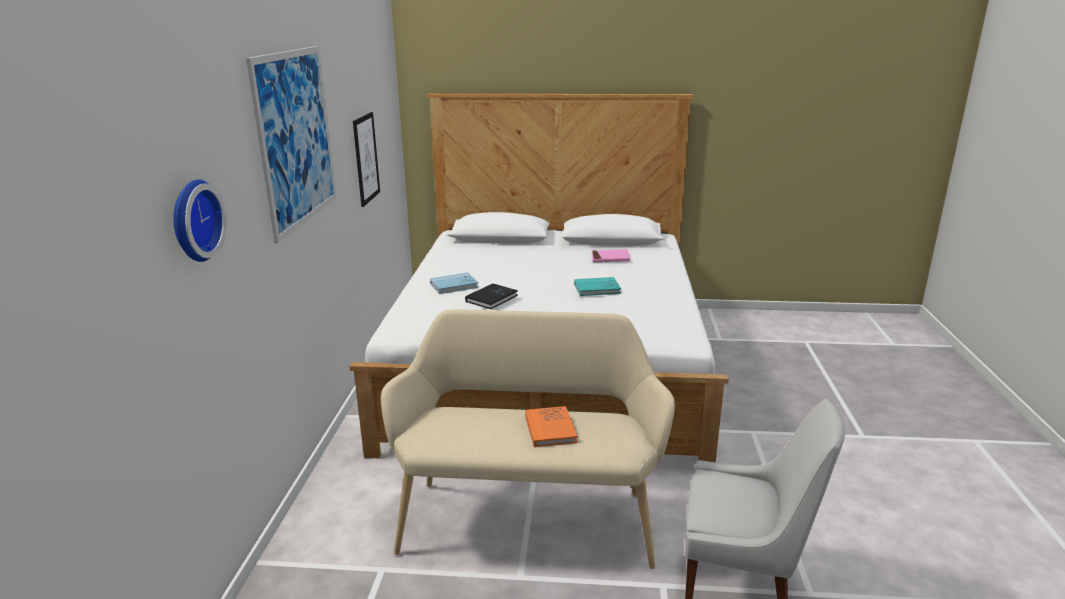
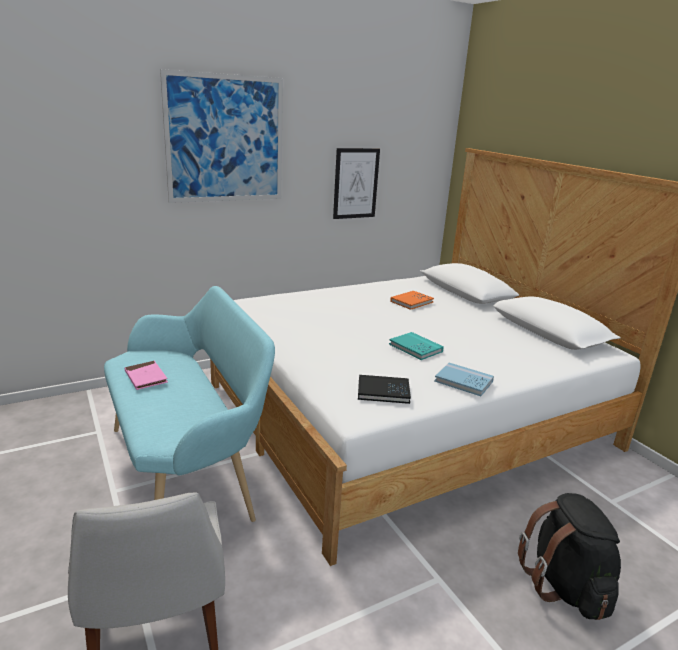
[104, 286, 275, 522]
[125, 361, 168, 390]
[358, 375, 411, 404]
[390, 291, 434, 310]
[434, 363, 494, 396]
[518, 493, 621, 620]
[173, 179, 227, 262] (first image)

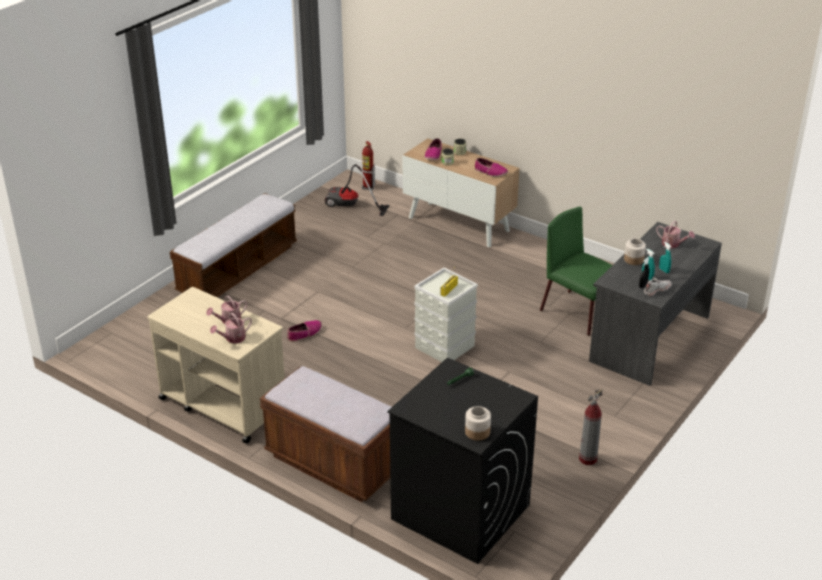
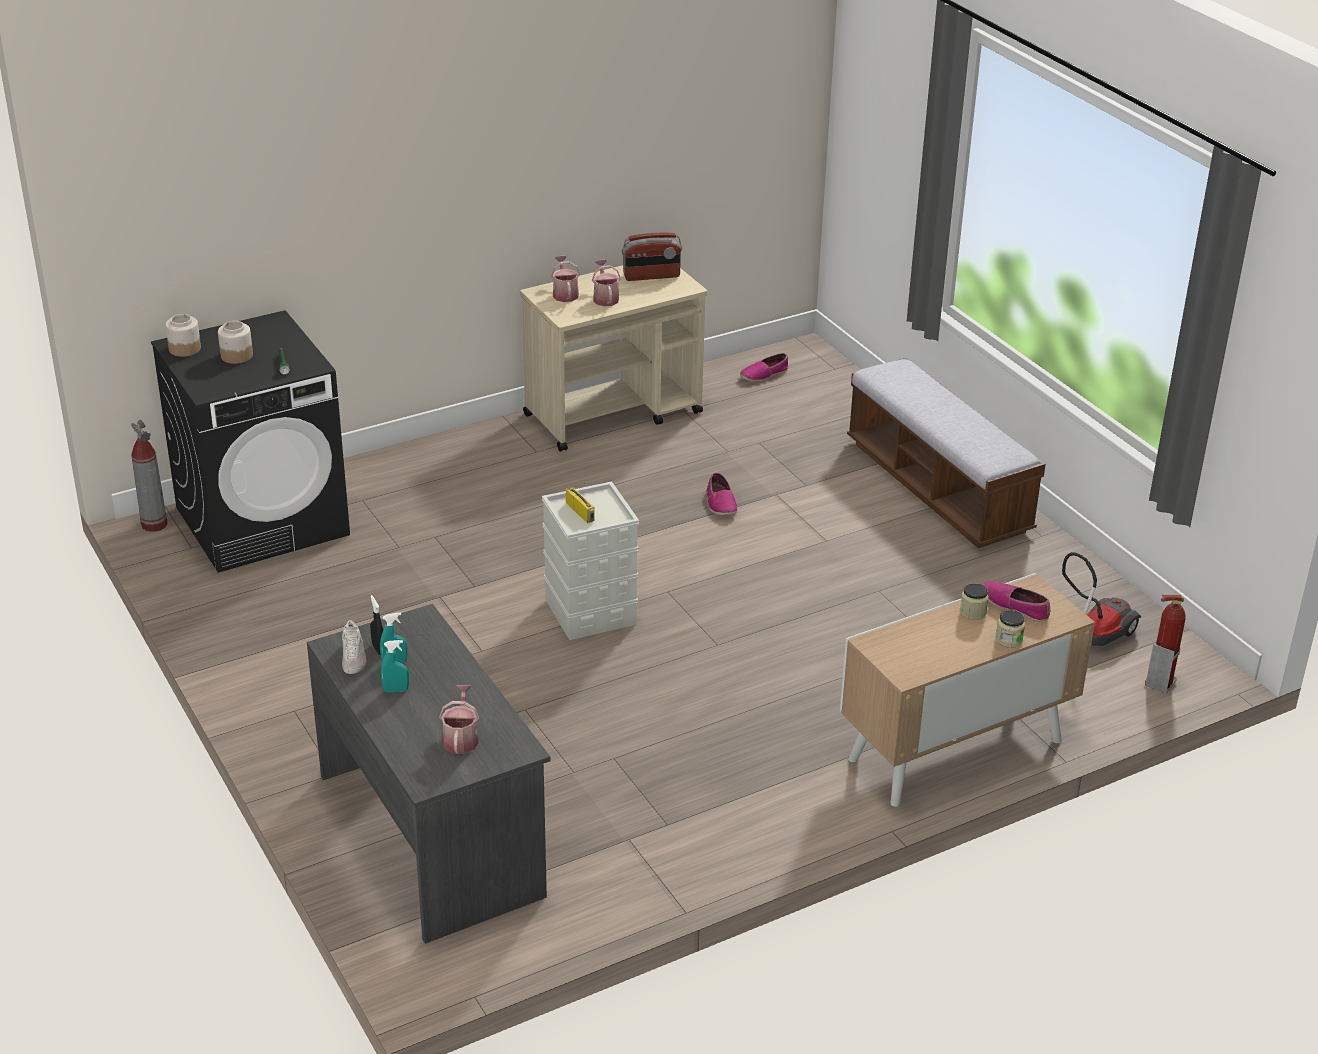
[131, 420, 168, 532]
[218, 321, 253, 364]
[439, 685, 479, 754]
[622, 233, 682, 281]
[740, 353, 788, 382]
[260, 366, 391, 502] (first image)
[540, 206, 612, 336] (first image)

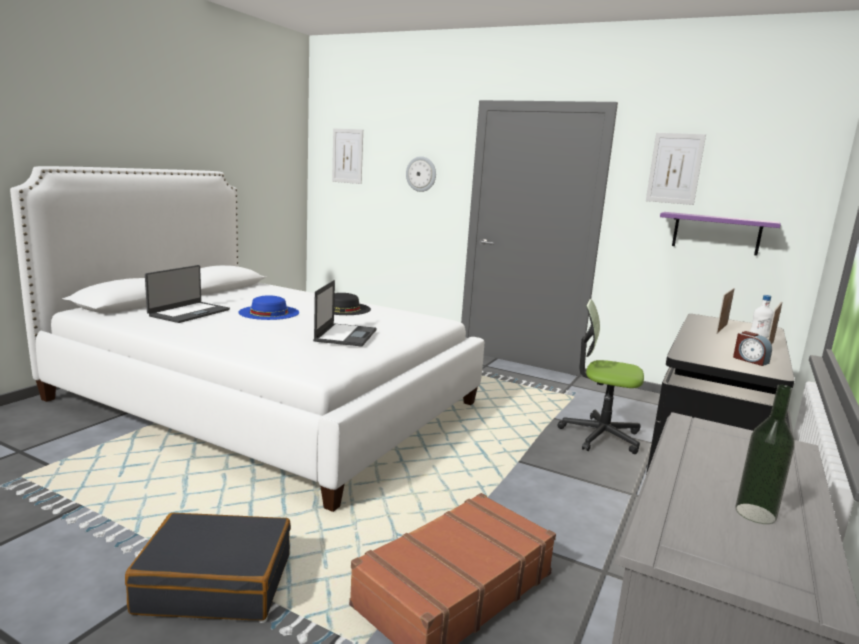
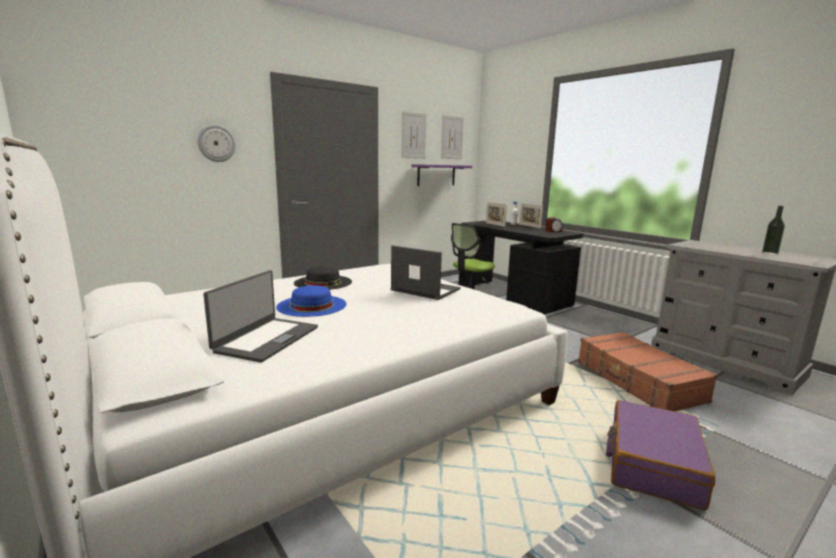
[203, 270, 318, 363]
[441, 115, 464, 159]
[606, 400, 715, 510]

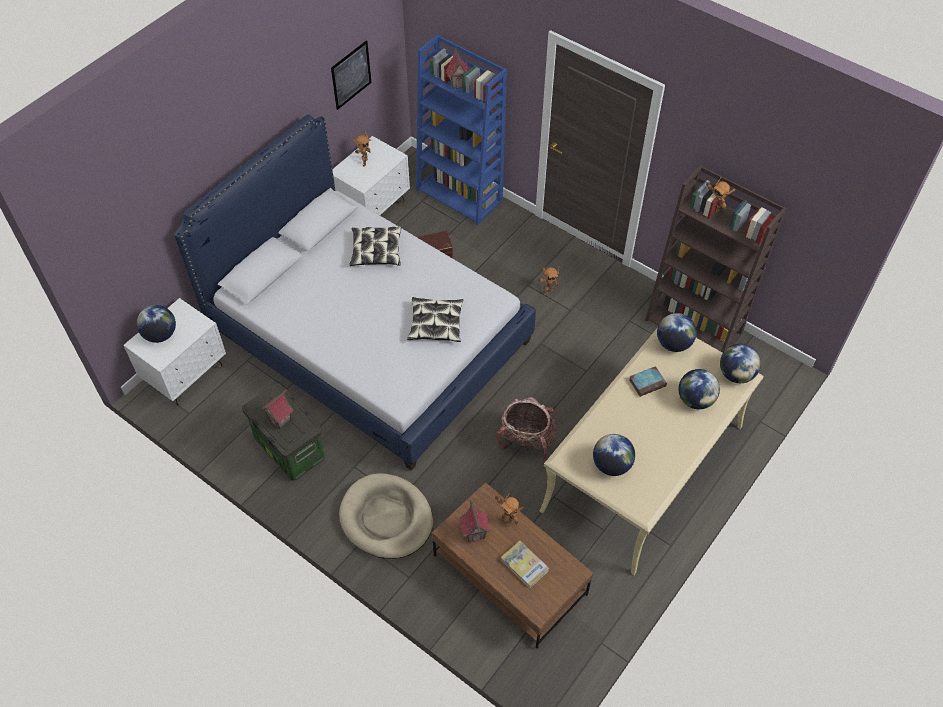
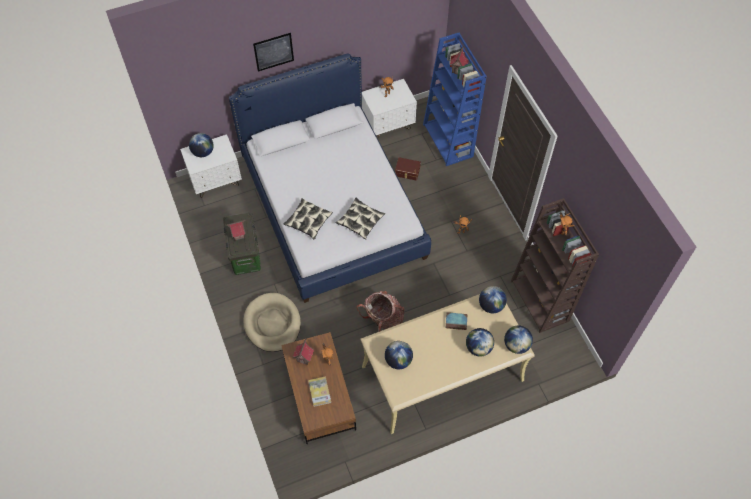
[253, 33, 294, 72]
[283, 198, 333, 239]

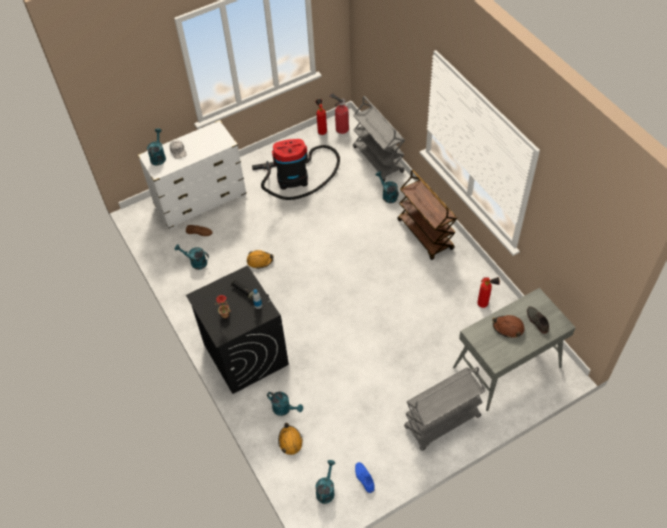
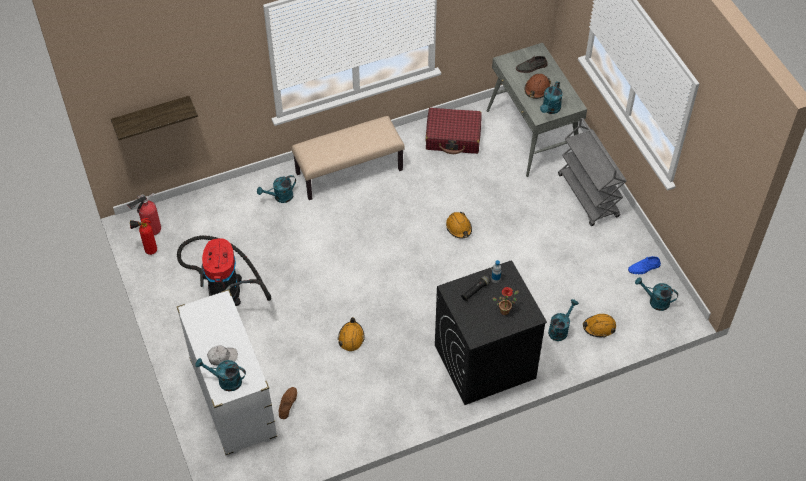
[111, 96, 198, 140]
[292, 116, 405, 200]
[426, 108, 482, 154]
[446, 212, 472, 239]
[540, 81, 563, 114]
[353, 96, 405, 181] (first image)

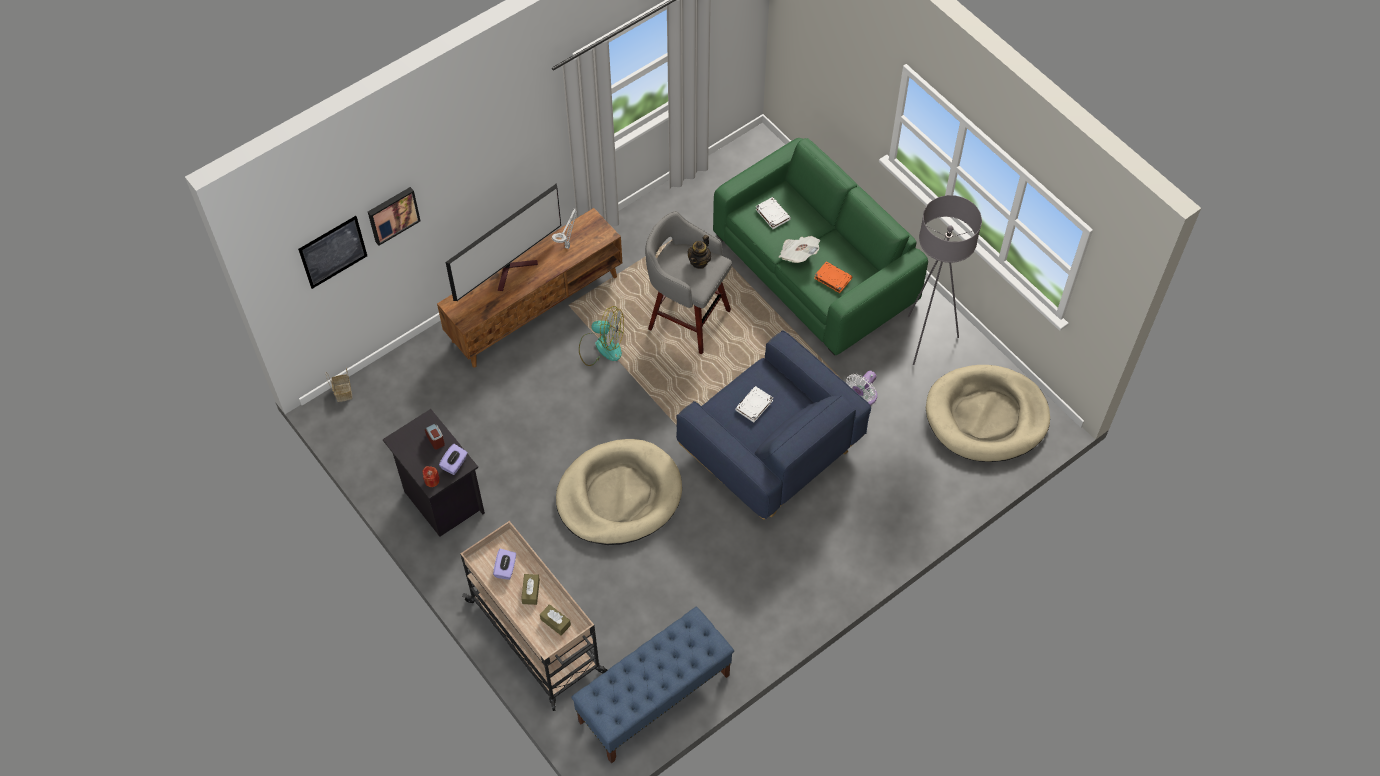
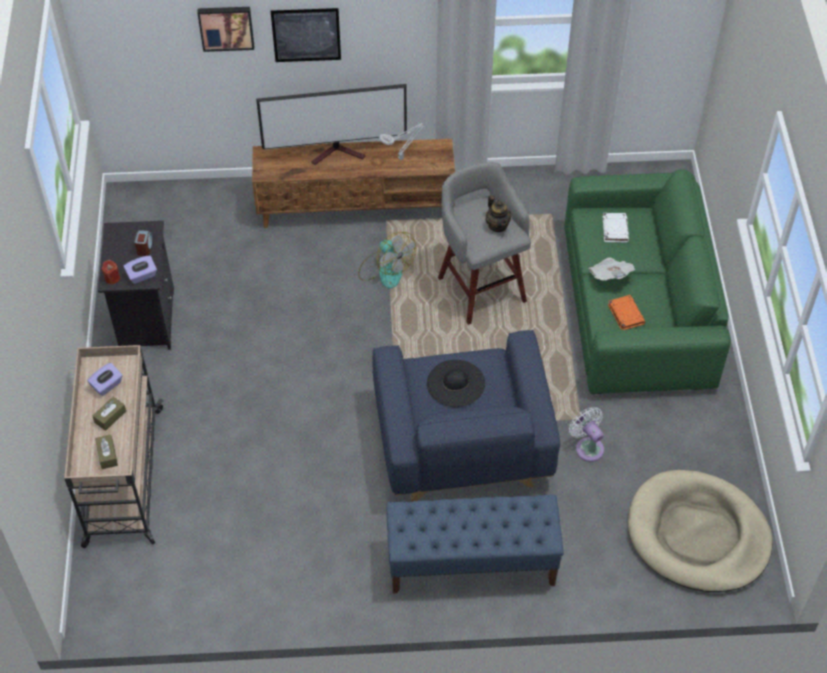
[271, 8, 341, 62]
[386, 495, 564, 593]
[427, 360, 485, 408]
[486, 195, 511, 232]
[569, 407, 604, 462]
[326, 368, 352, 402] (first image)
[556, 439, 682, 545] (first image)
[908, 195, 982, 365] (first image)

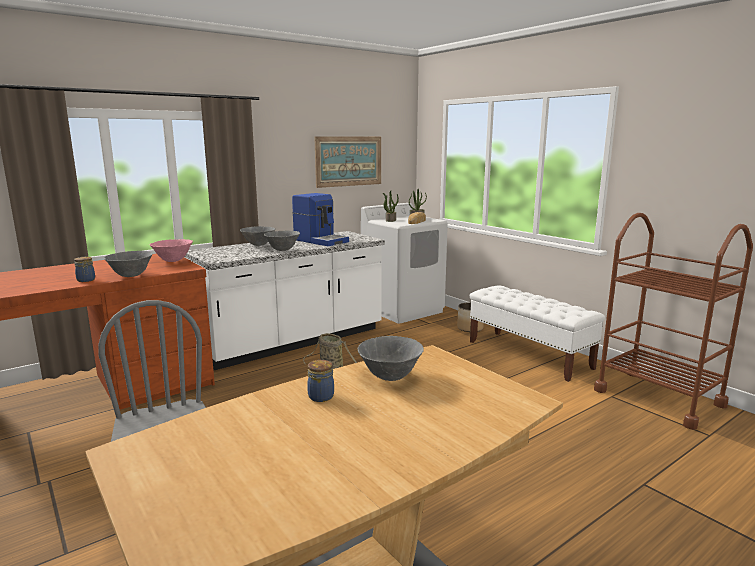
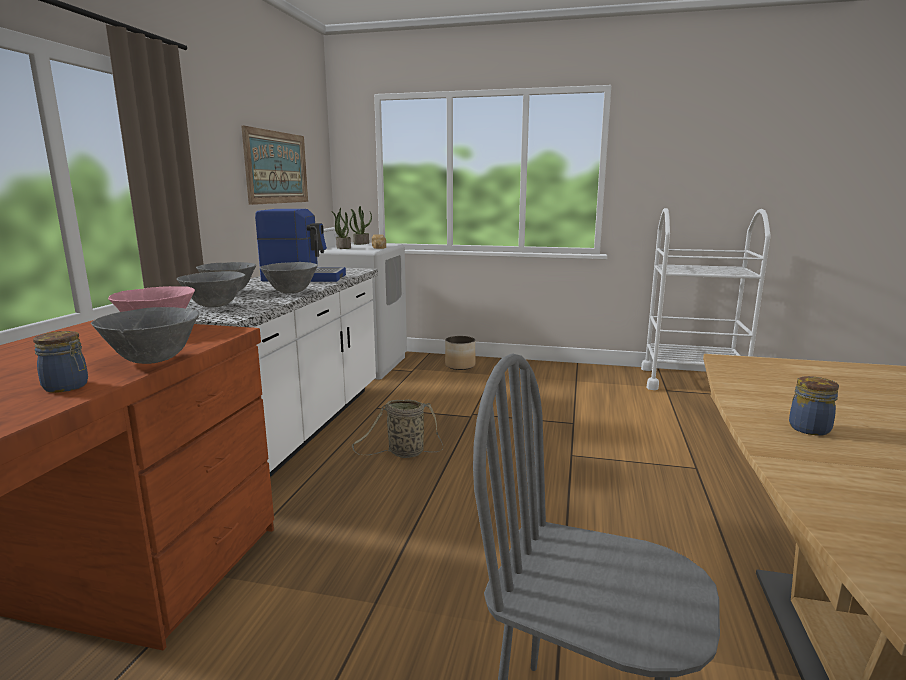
[177, 271, 246, 308]
[641, 208, 771, 390]
[470, 285, 605, 382] (first image)

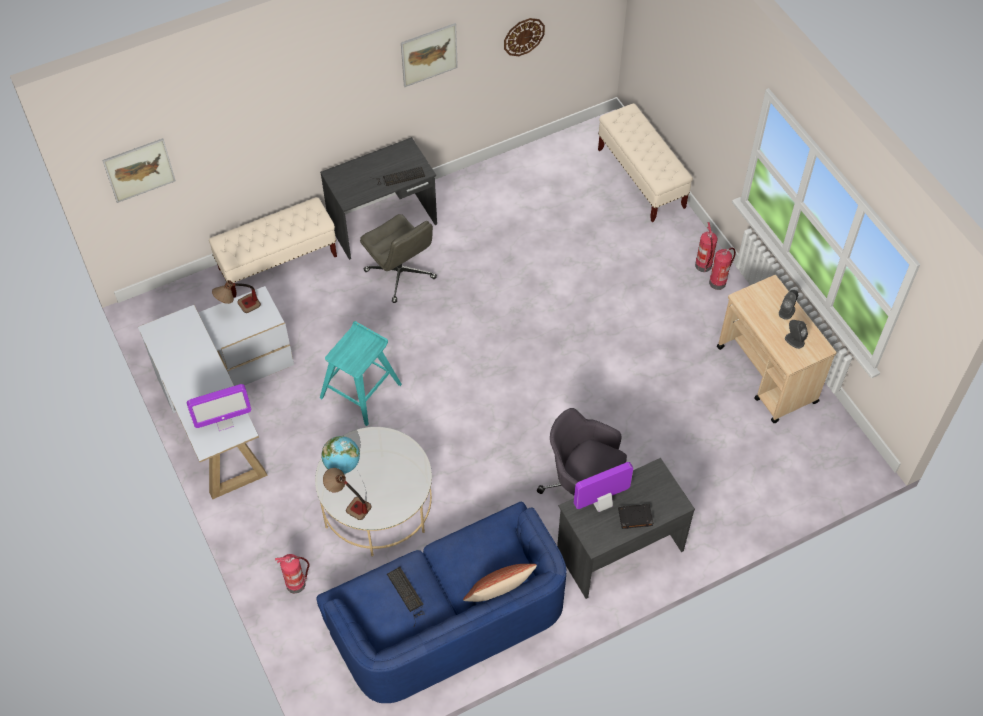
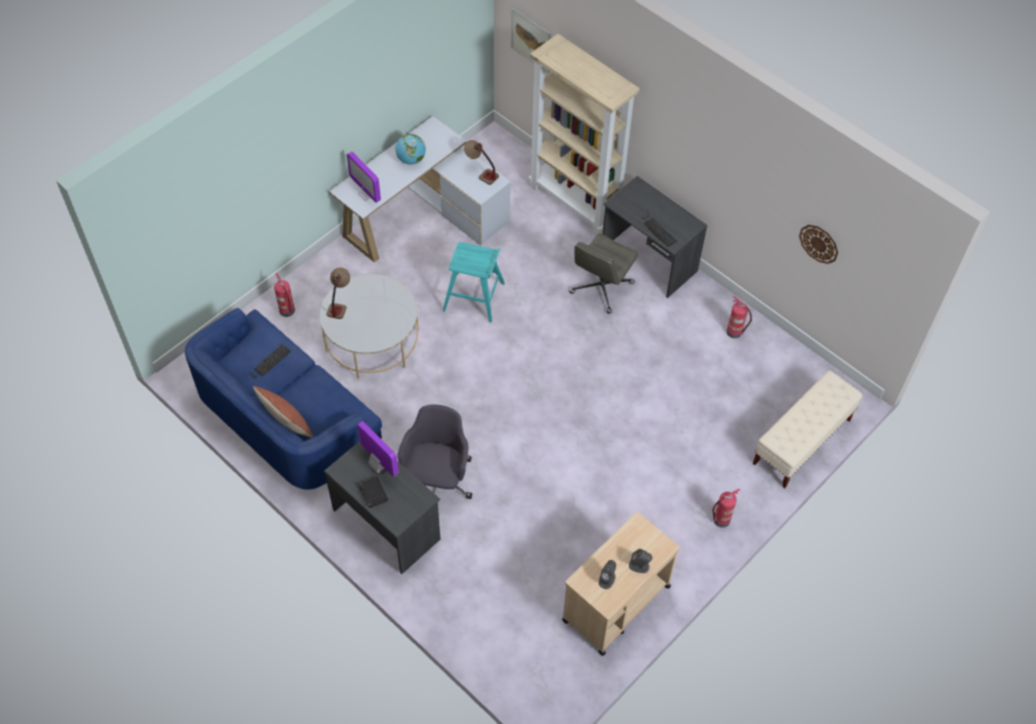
[395, 134, 426, 165]
[529, 34, 640, 235]
[726, 296, 752, 339]
[401, 23, 458, 87] (first image)

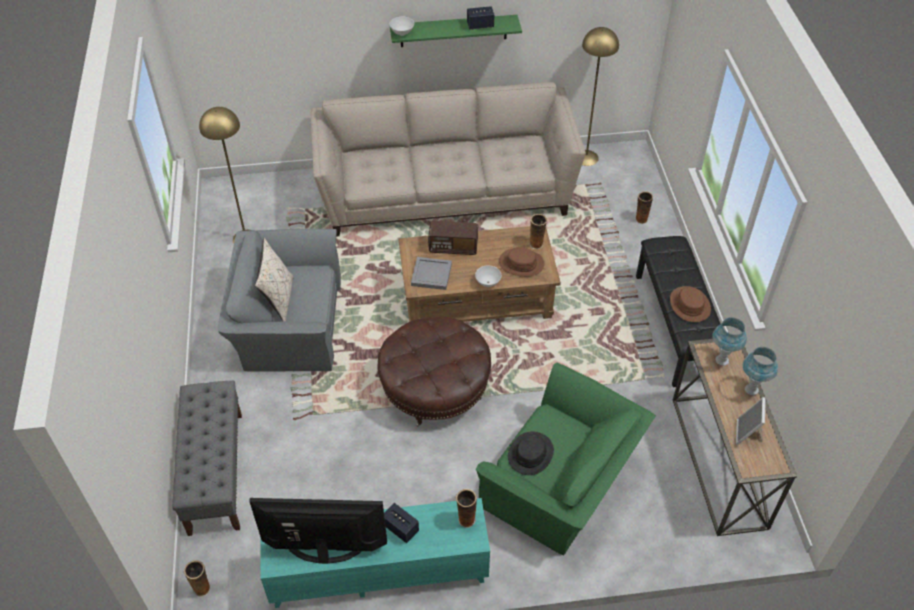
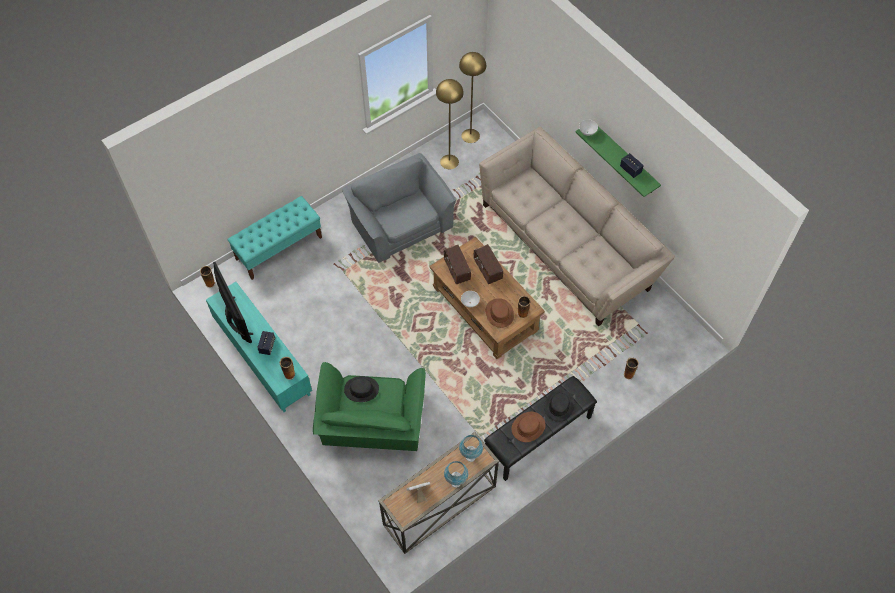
[227, 196, 322, 280]
[444, 245, 471, 284]
[459, 52, 486, 143]
[544, 389, 575, 422]
[255, 238, 294, 322] (first image)
[378, 316, 491, 427] (first image)

